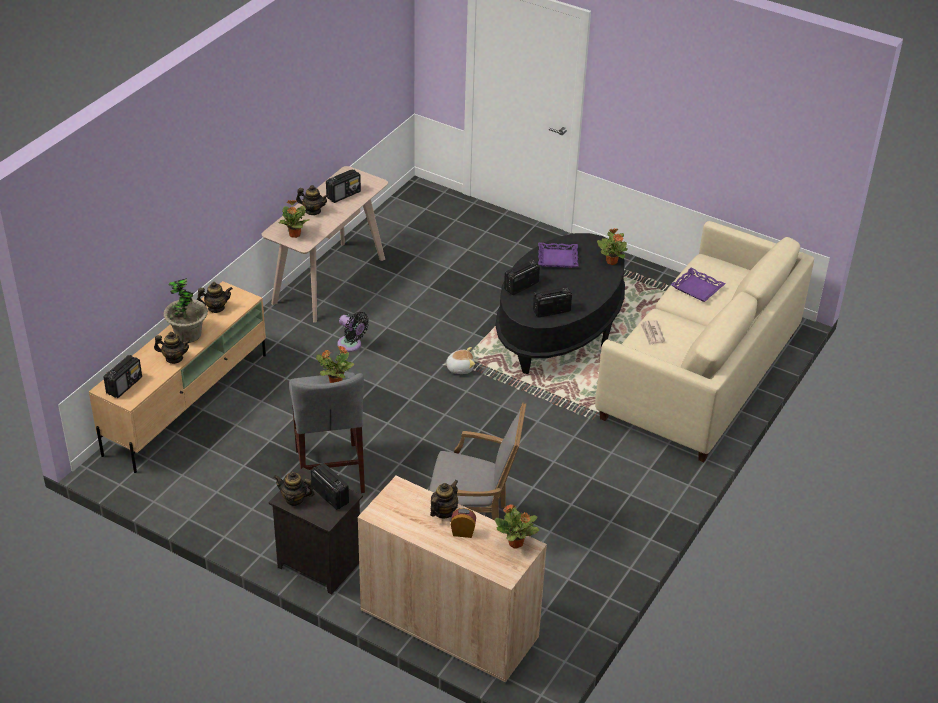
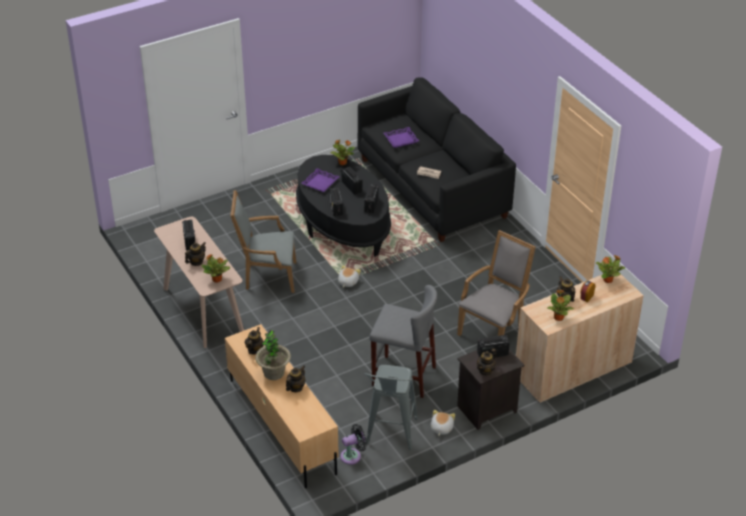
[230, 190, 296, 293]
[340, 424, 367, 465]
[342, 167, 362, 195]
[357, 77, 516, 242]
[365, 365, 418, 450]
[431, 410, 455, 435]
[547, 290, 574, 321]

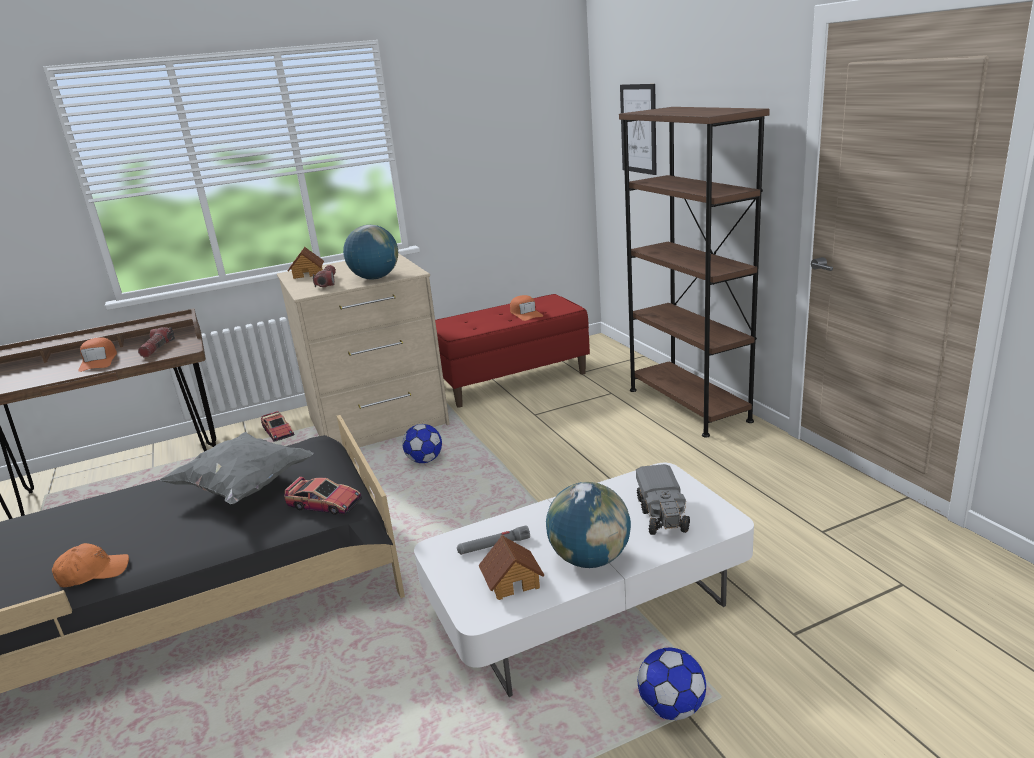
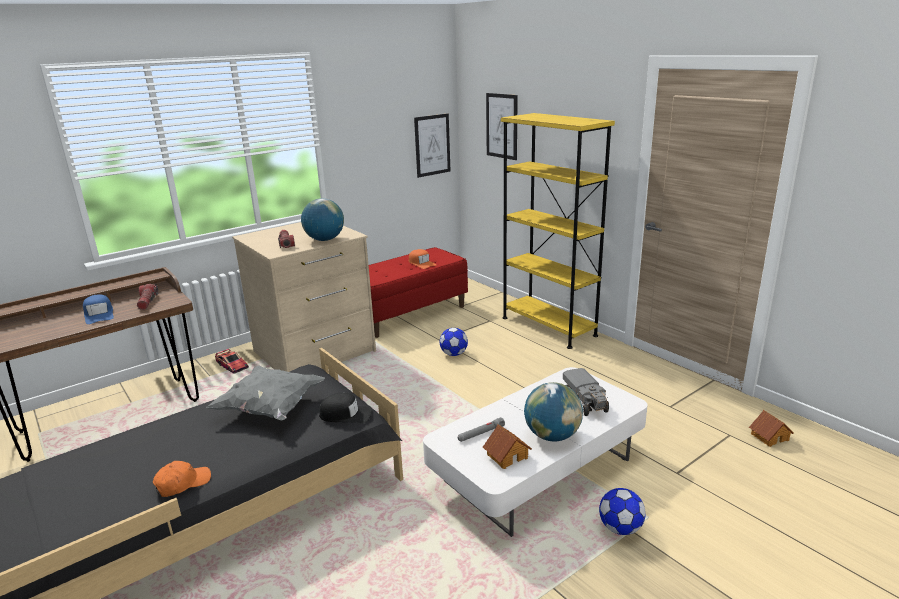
[83, 294, 114, 324]
[319, 393, 372, 423]
[414, 114, 450, 178]
[439, 328, 468, 356]
[501, 113, 615, 349]
[749, 410, 793, 447]

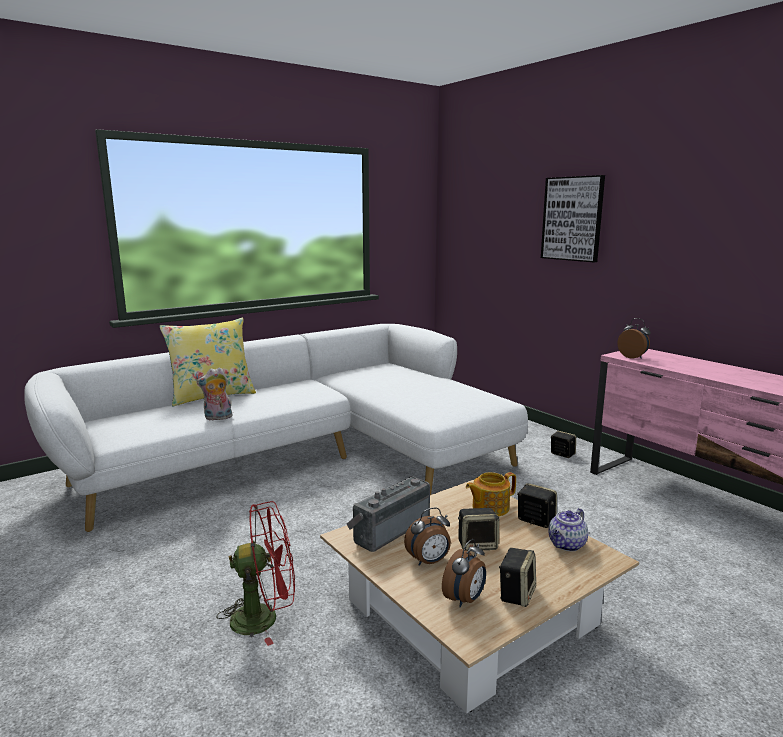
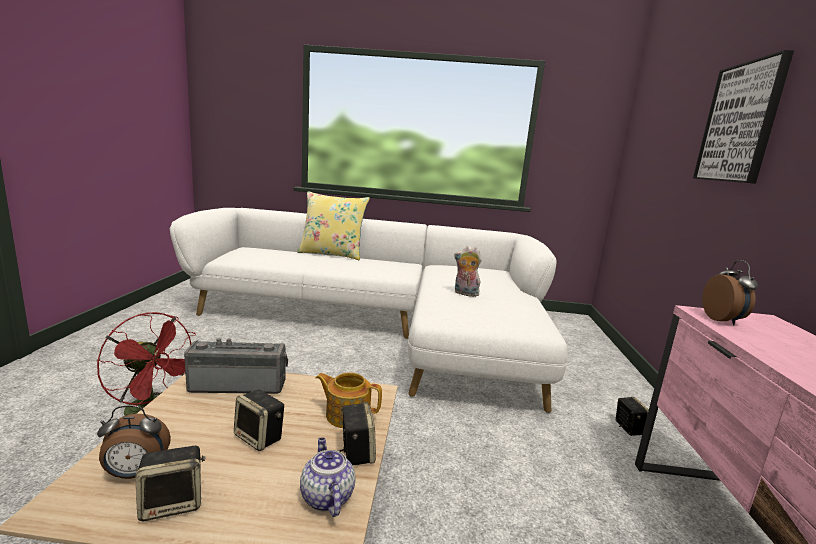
[300, 438, 356, 517]
[454, 246, 482, 297]
[404, 507, 451, 566] (first image)

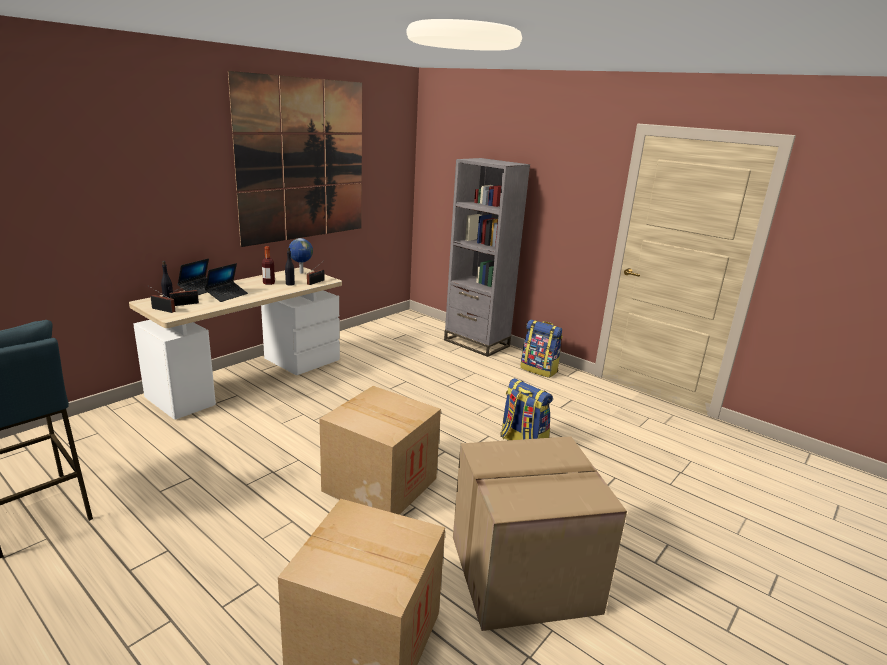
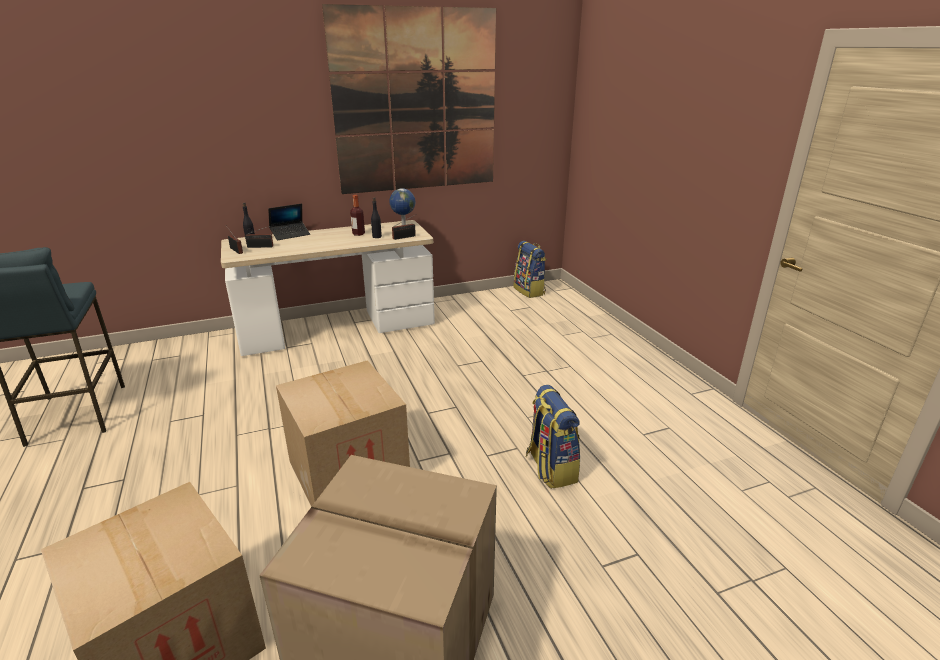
[514, 241, 546, 298]
[205, 263, 248, 302] (first image)
[444, 158, 530, 357] (first image)

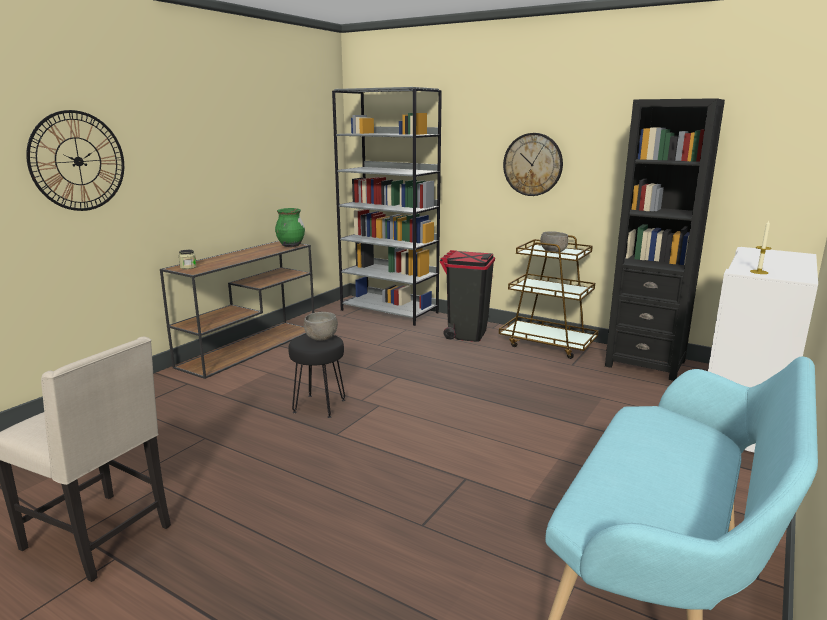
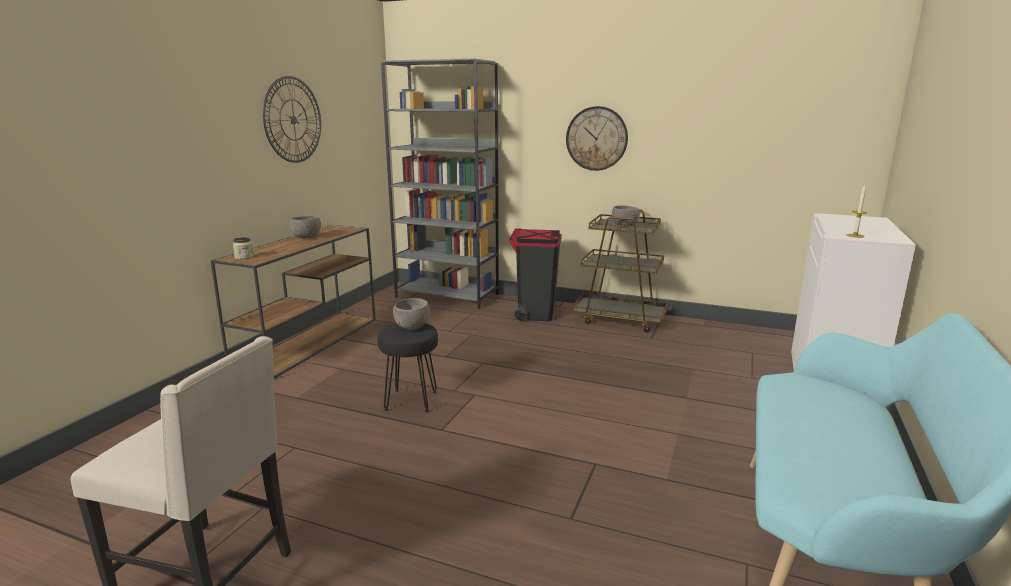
[263, 76, 321, 163]
[290, 215, 321, 238]
[275, 208, 305, 247] (first image)
[605, 98, 725, 381] (first image)

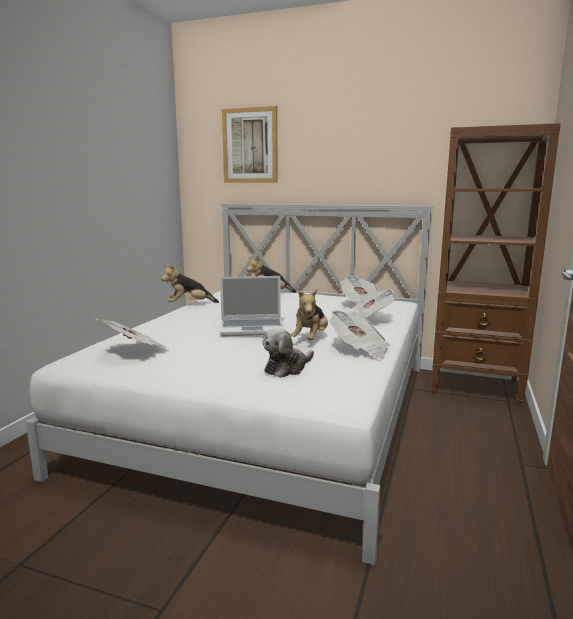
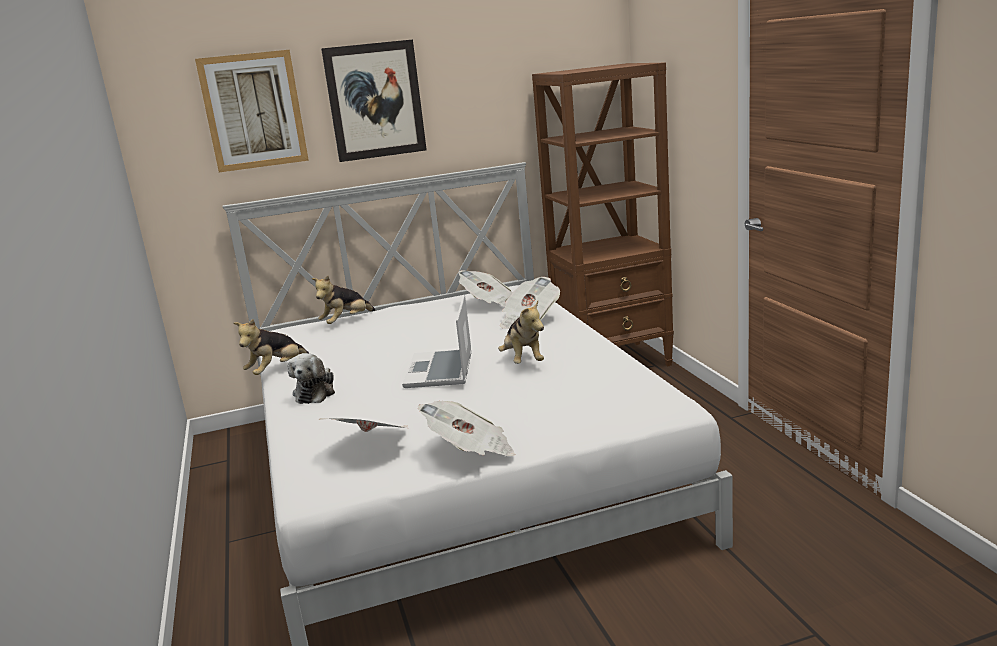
[288, 353, 335, 404]
[321, 39, 427, 162]
[402, 295, 472, 388]
[418, 401, 516, 456]

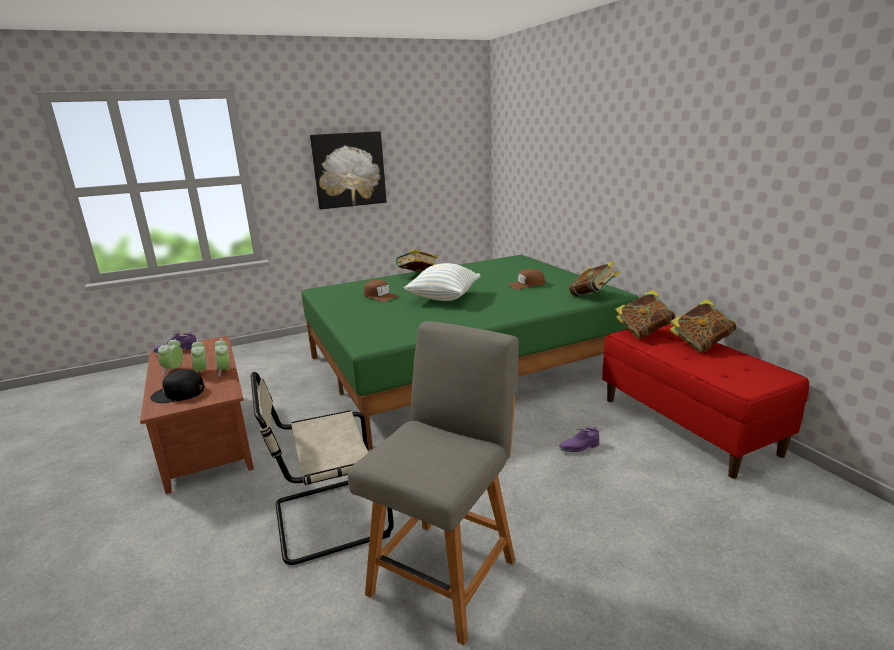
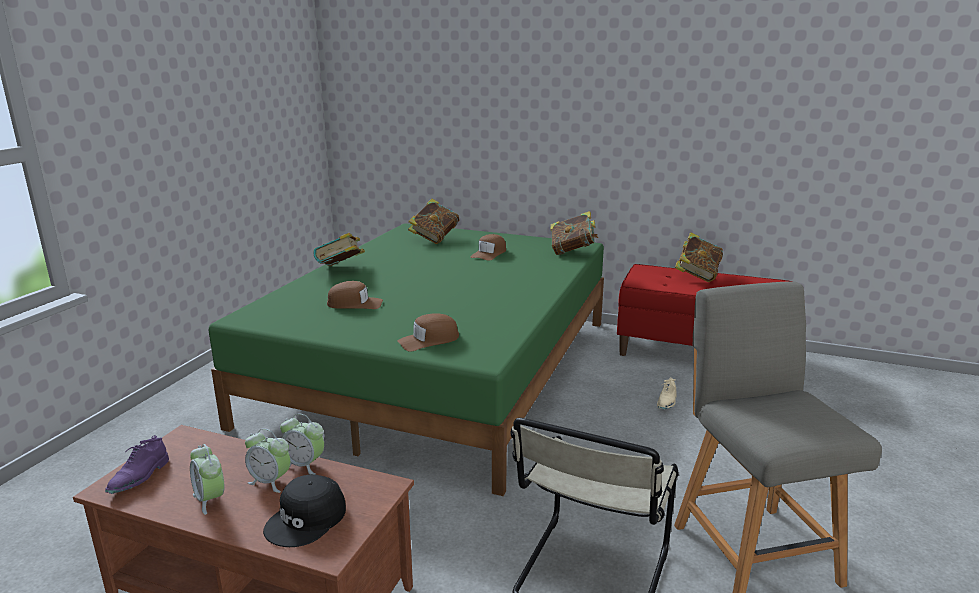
[397, 313, 459, 351]
[408, 199, 459, 244]
[657, 377, 677, 410]
[310, 131, 387, 209] (first image)
[404, 263, 480, 301] (first image)

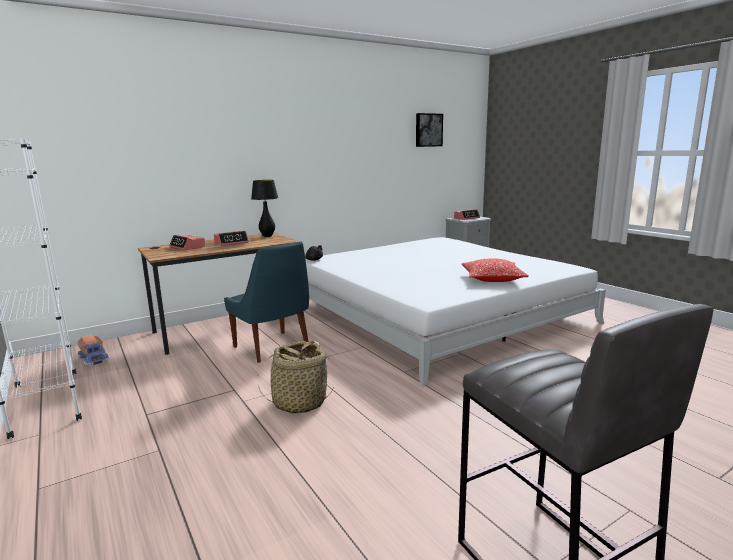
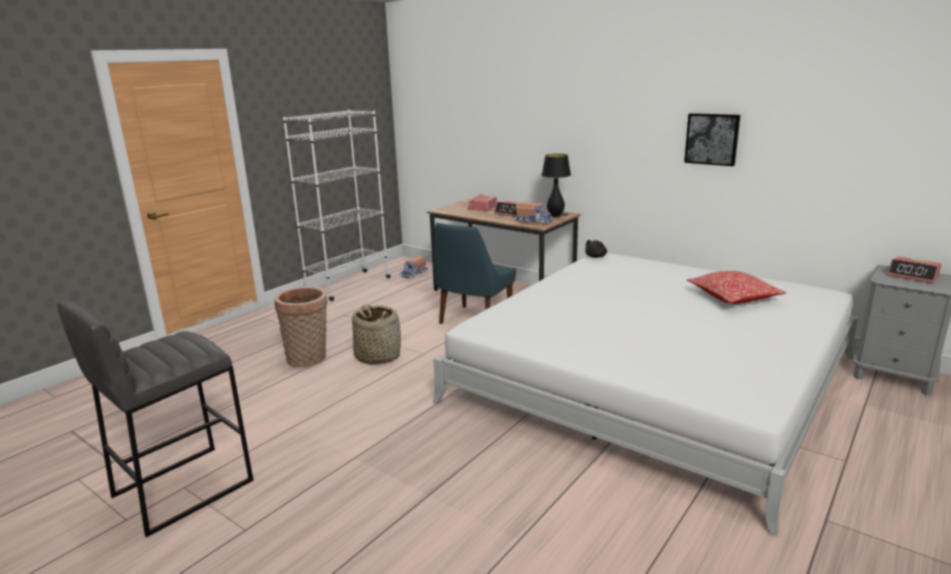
[274, 287, 328, 368]
[515, 202, 553, 224]
[684, 113, 741, 166]
[687, 271, 786, 304]

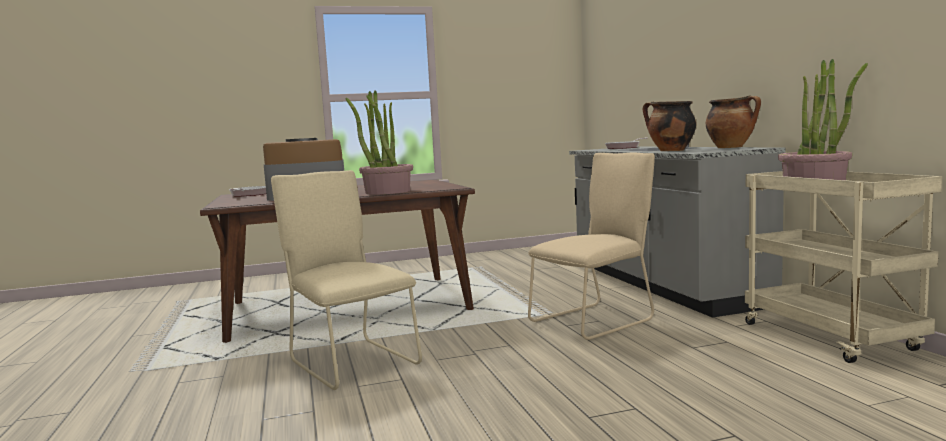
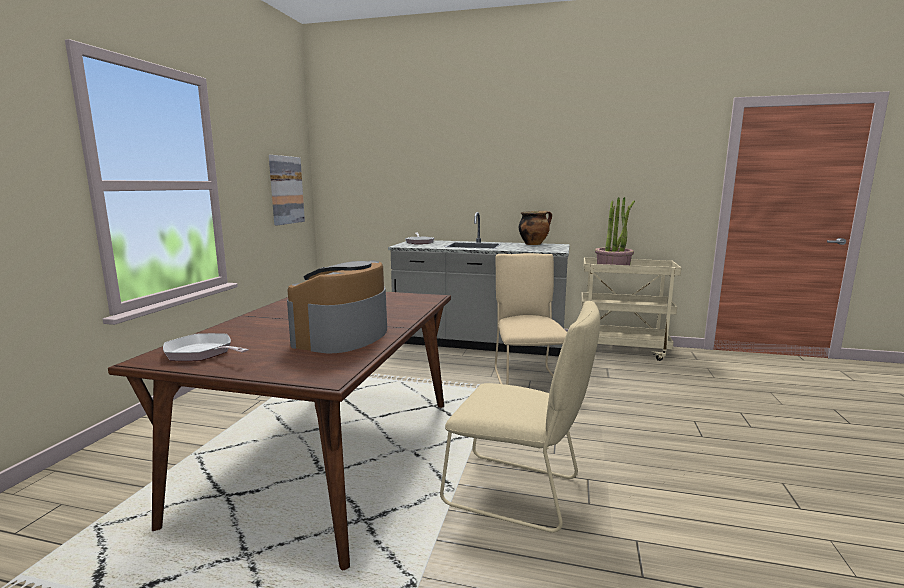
[269, 155, 305, 225]
[440, 301, 600, 533]
[346, 90, 413, 194] (first image)
[642, 101, 696, 151] (first image)

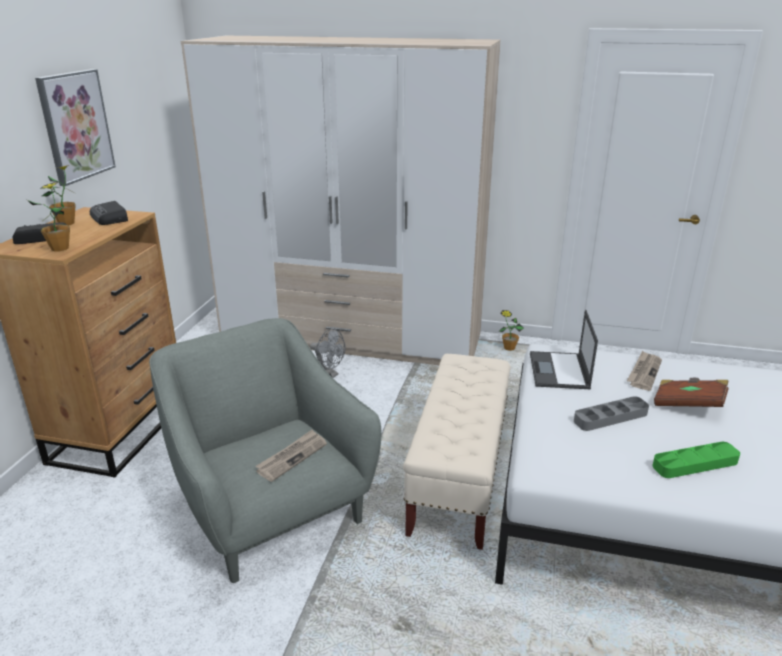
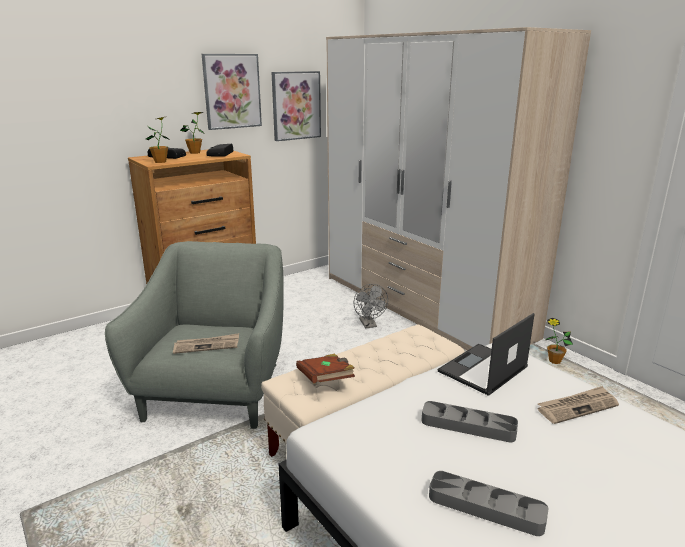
[271, 71, 321, 141]
[296, 354, 355, 383]
[429, 471, 549, 536]

